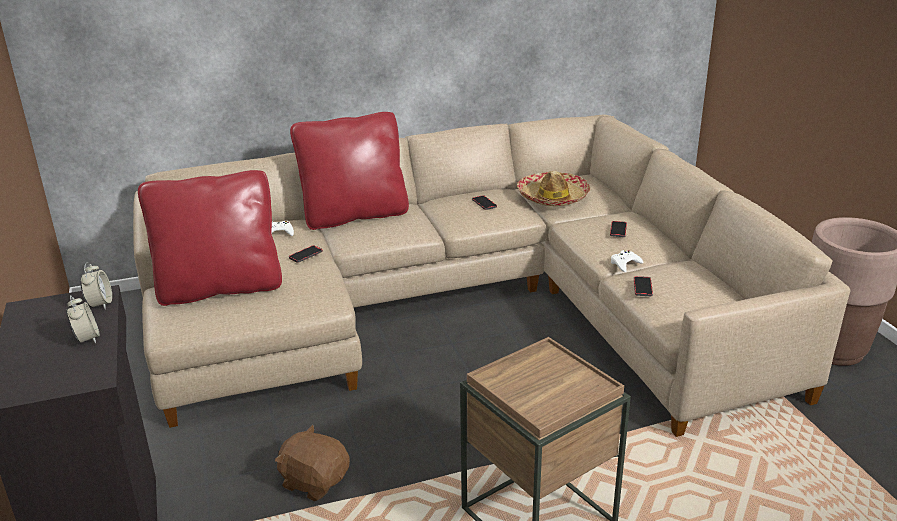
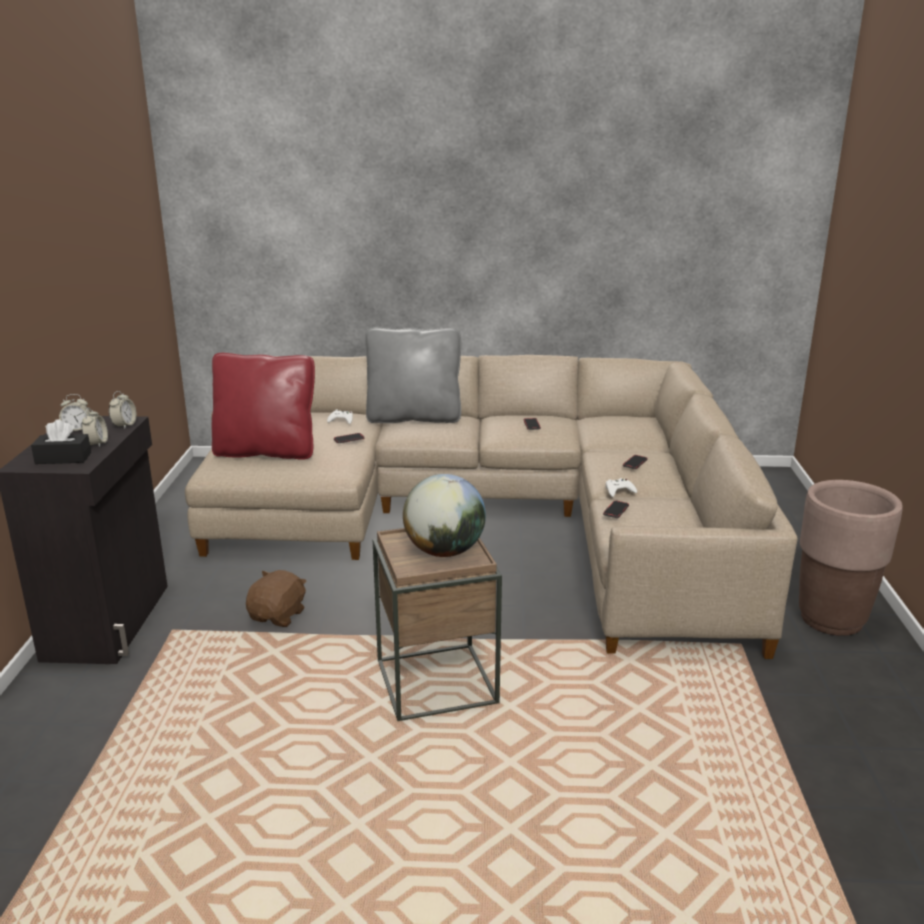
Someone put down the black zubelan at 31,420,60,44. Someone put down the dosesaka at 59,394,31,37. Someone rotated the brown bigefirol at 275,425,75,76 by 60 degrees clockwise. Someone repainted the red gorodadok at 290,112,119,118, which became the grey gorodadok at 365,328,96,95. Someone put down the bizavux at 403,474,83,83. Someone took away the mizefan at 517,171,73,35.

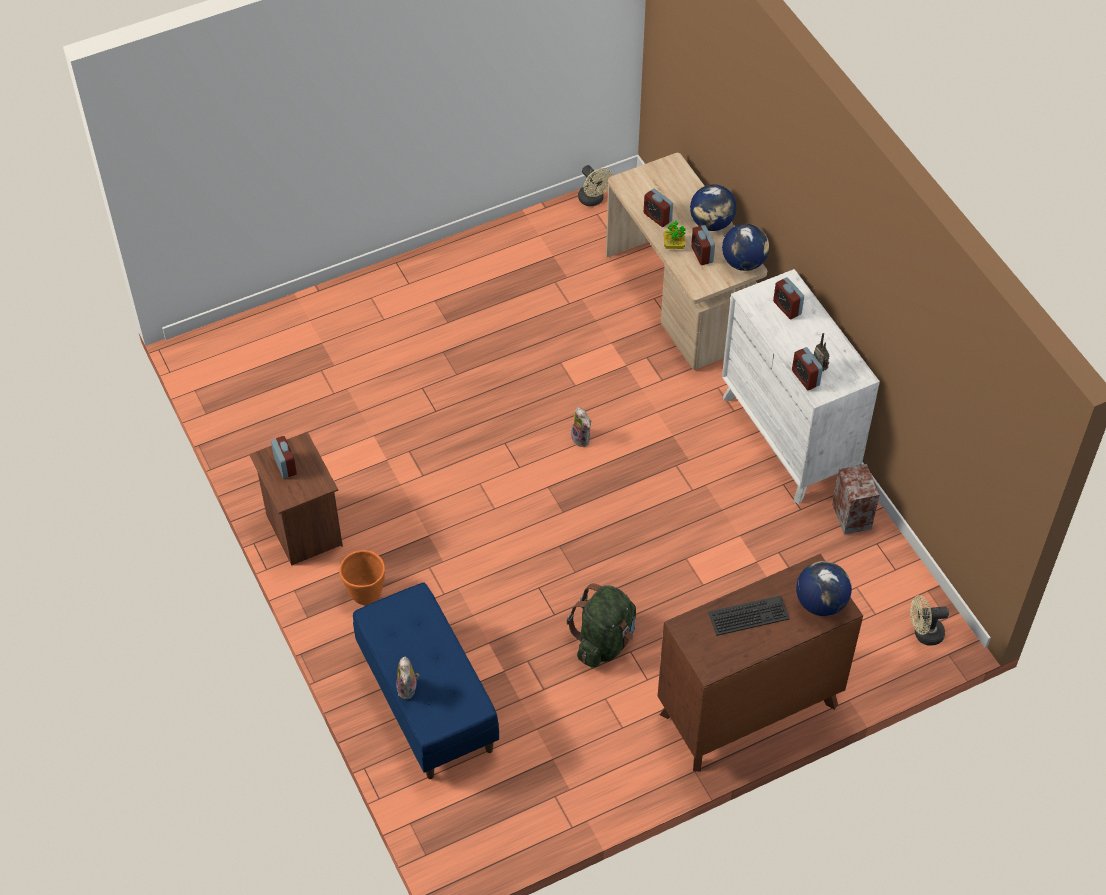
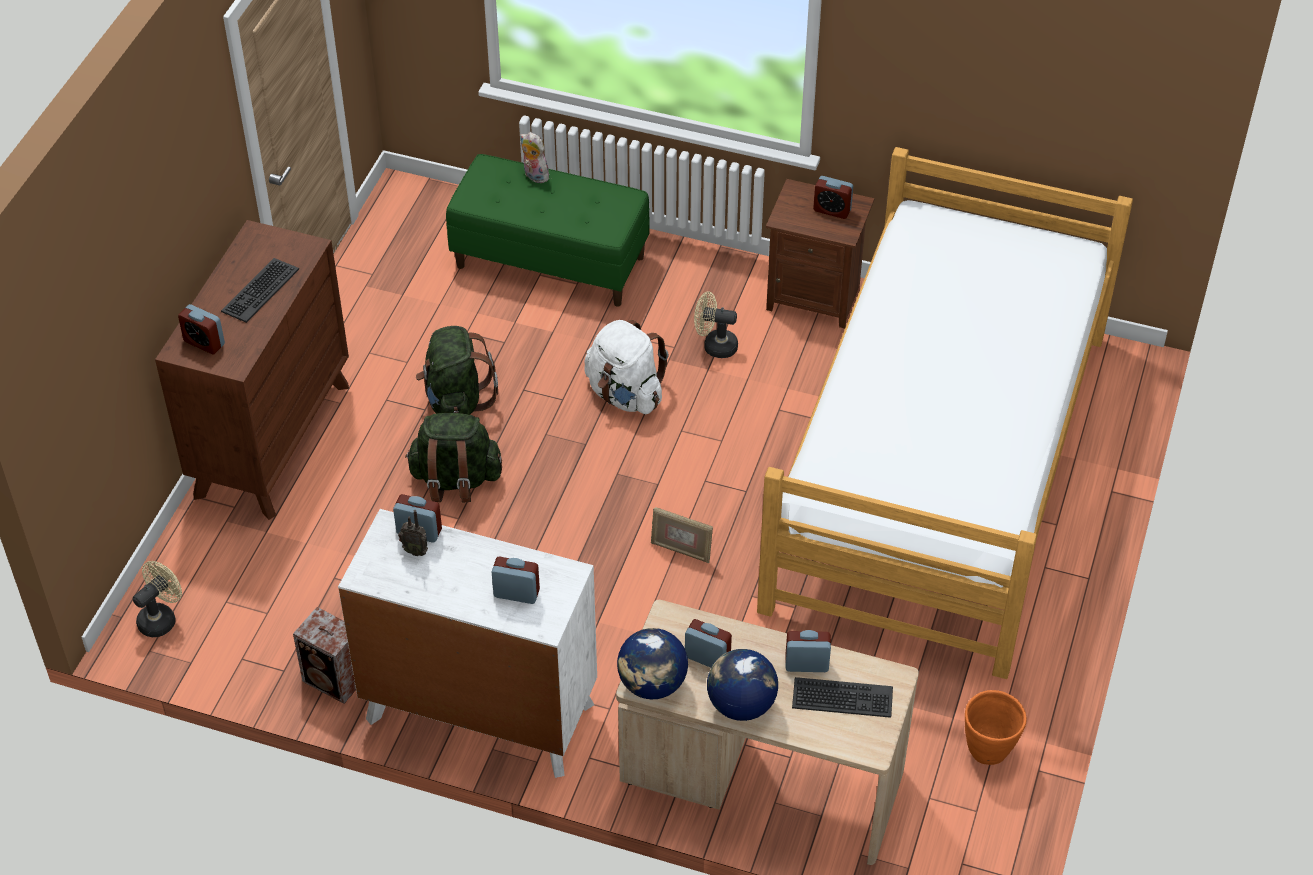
Someone swapped the bizavux at 796,561,56,55 for the dosesaka at 178,304,47,50. Someone put down the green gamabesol at 405,413,97,89. Someone repainted the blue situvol at 353,582,146,197, which became the green situvol at 446,154,204,153. Someone put down the white gamabesol at 584,320,85,94. Someone swapped the bigefirol at 571,407,20,40 for the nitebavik at 651,507,62,56. Someone carried the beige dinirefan from 578,165,35,41 to 694,292,44,66. Someone put down the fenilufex at 757,147,376,532. Someone put down the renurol at 792,677,101,41. Someone carried the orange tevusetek from 339,550,46,55 to 965,690,62,75. Someone took away the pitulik at 664,221,22,28.

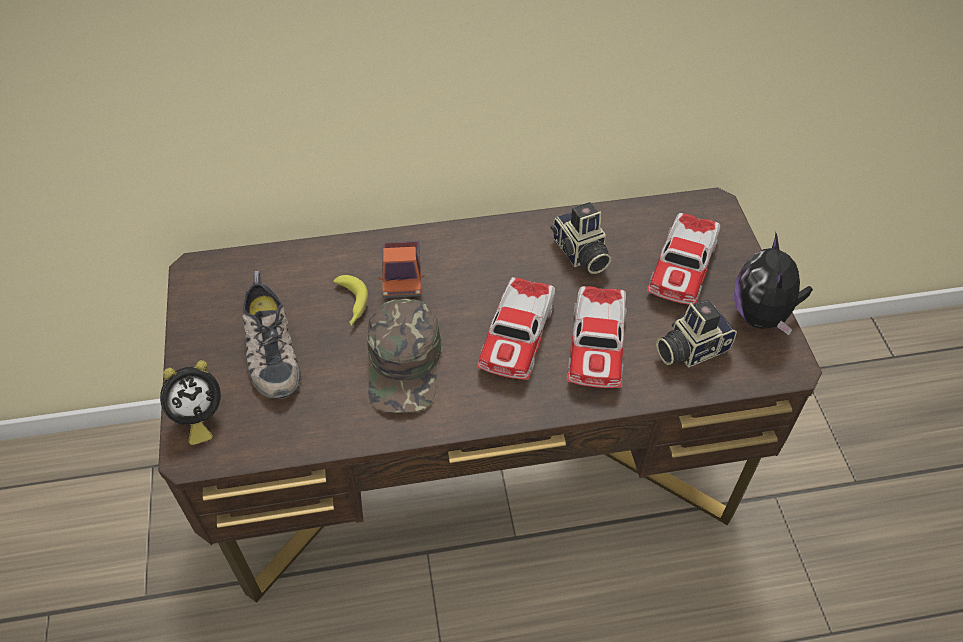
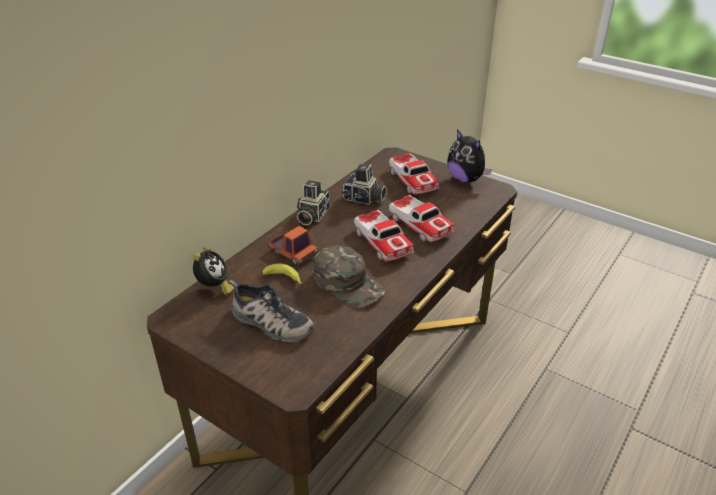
Someone carried the dosesaka from 160,360,61,85 to 193,246,41,49. Someone carried the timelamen from 656,299,81,69 to 297,180,33,45.

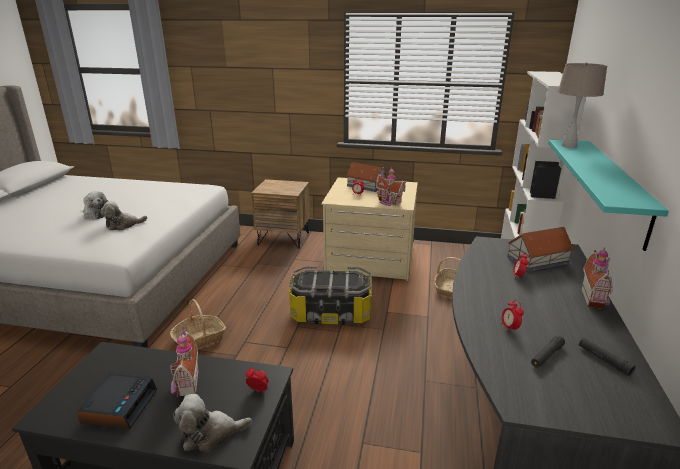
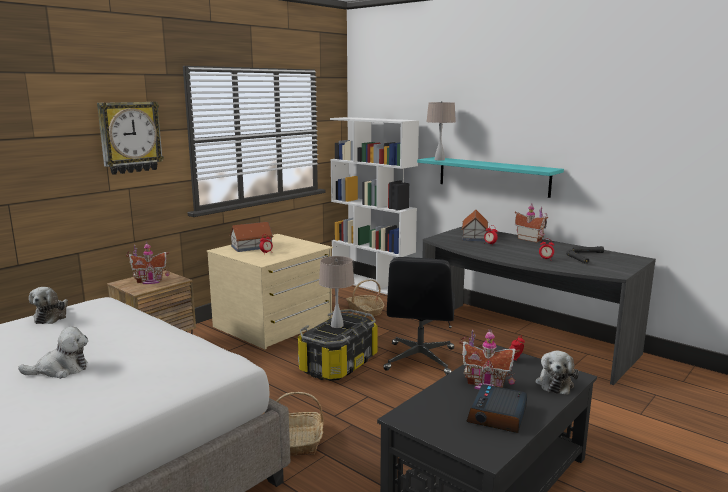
Someone carried the bigefirol from 100,201,47,29 to 29,287,39,37. Someone put up the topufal at 97,102,67,73. Someone carried the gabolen from 376,167,30,39 to 126,242,44,42. Someone put down the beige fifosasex at 319,256,36,72. Someone put down the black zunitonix at 383,257,72,118. Someone rotated the dosesaka at 77,373,80,57 by 105 degrees counterclockwise.

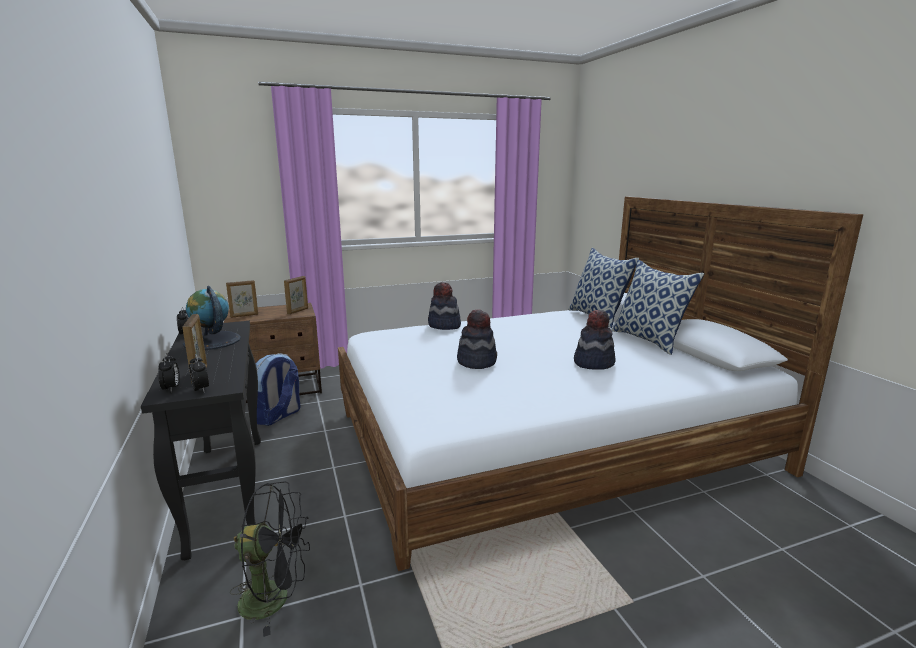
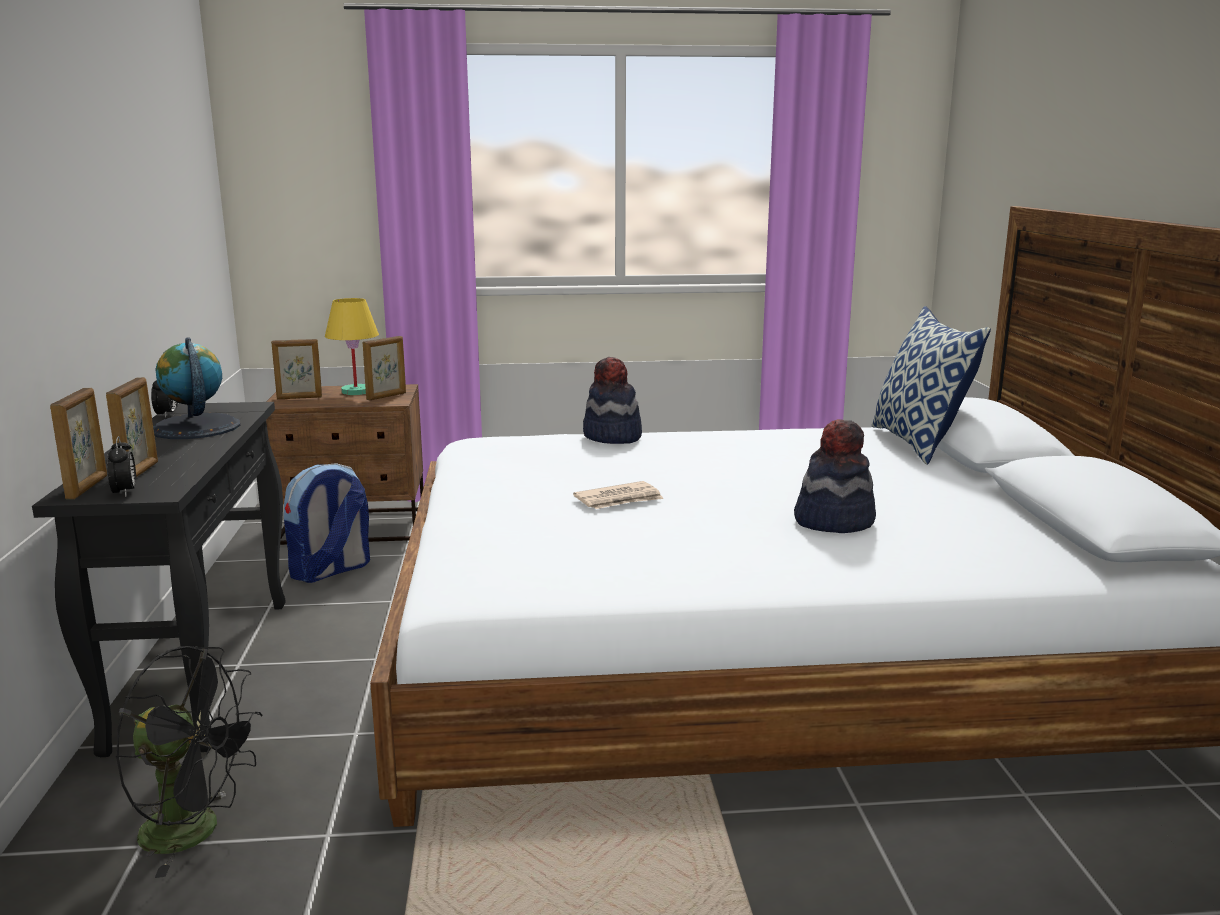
Someone swapped the dosesaka at 158,353,22,39 for the nitebavik at 50,388,57,111. Someone put down the yellow fifosasex at 325,298,54,97. Someone swapped the mizefan at 457,309,40,60 for the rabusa at 573,481,91,28. Someone took away the gorodadok at 611,260,93,95.

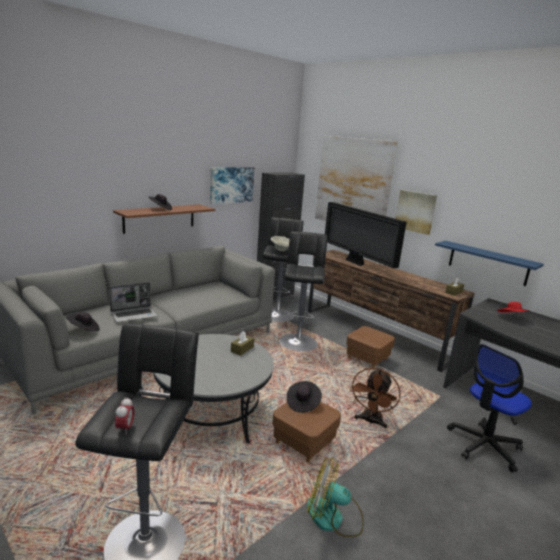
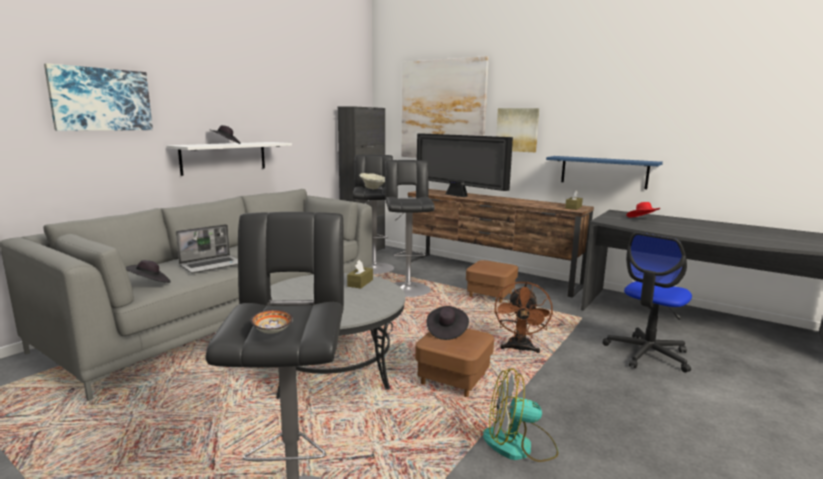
Someone carried the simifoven from 210,167,44,37 to 44,63,109,68. Someone repainted the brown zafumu at 113,204,102,30, which became the white zafumu at 166,142,126,34. Someone swapped the dosesaka at 115,397,20,33 for the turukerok at 250,309,43,25.

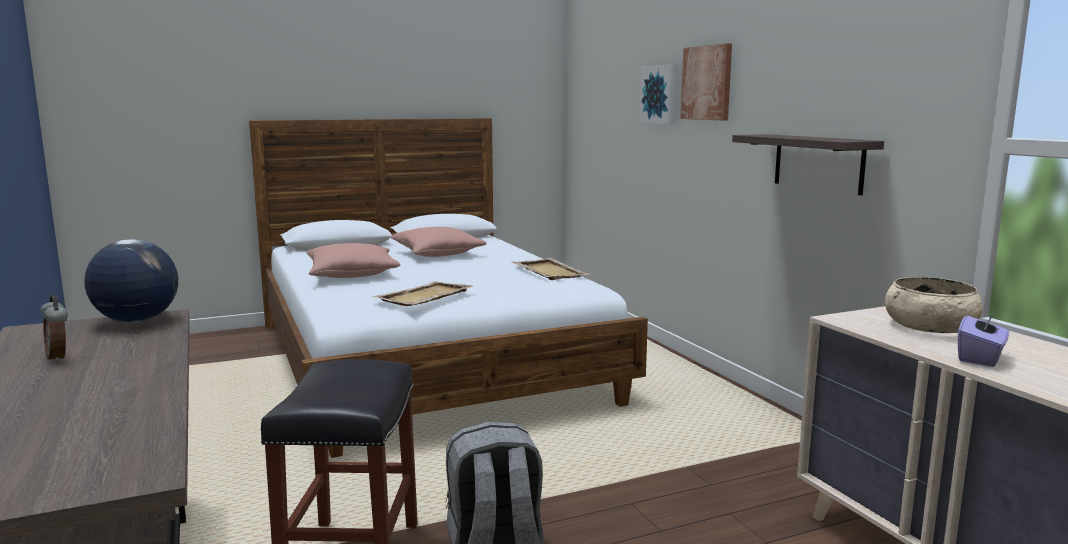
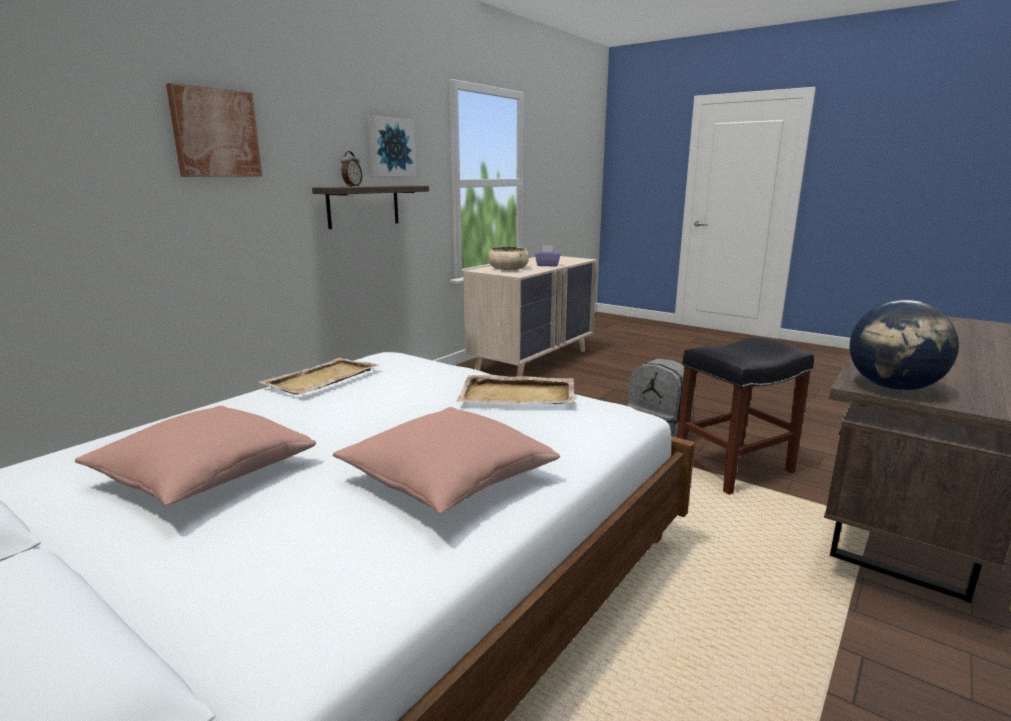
Someone carried the dosesaka from 40,295,28,67 to 341,151,21,36. Someone carried the simifoven from 639,64,39,61 to 368,116,48,60.

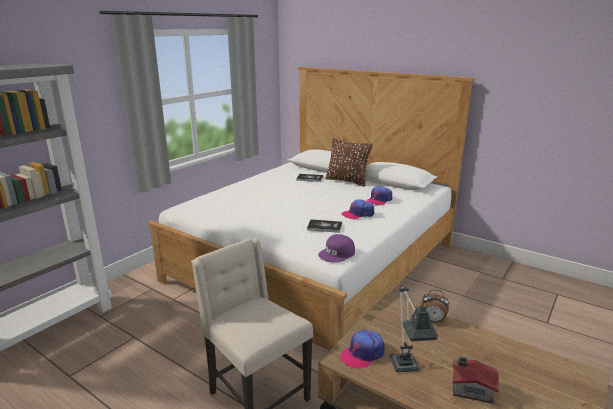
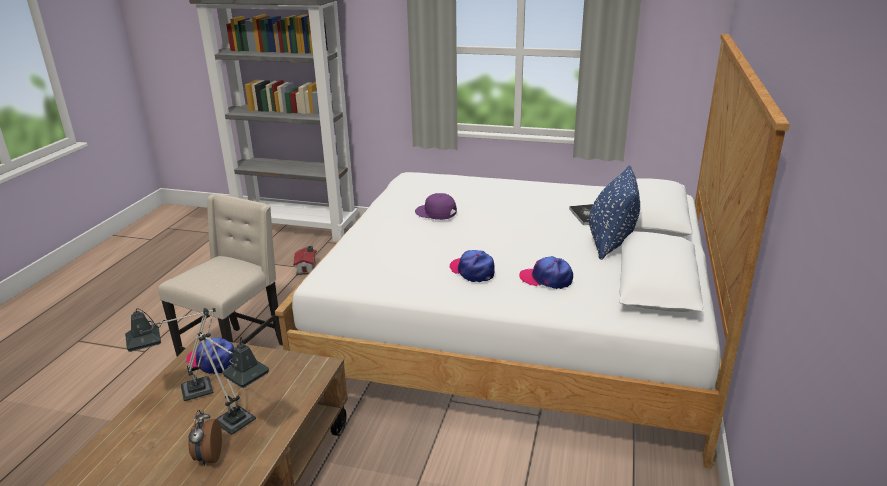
Someone carried the dosesaka from 420,290,29,33 to 188,410,34,56. Someone put down the fifosasex at 198,332,71,103. Someone carried the gabolen from 452,356,47,47 to 293,246,24,29. Someone carried the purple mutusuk from 318,234,37,29 to 415,193,42,27. Someone repainted the brown gorodadok at 325,138,48,49, which became the blue gorodadok at 589,165,51,95. Someone took away the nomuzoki at 307,219,35,14.

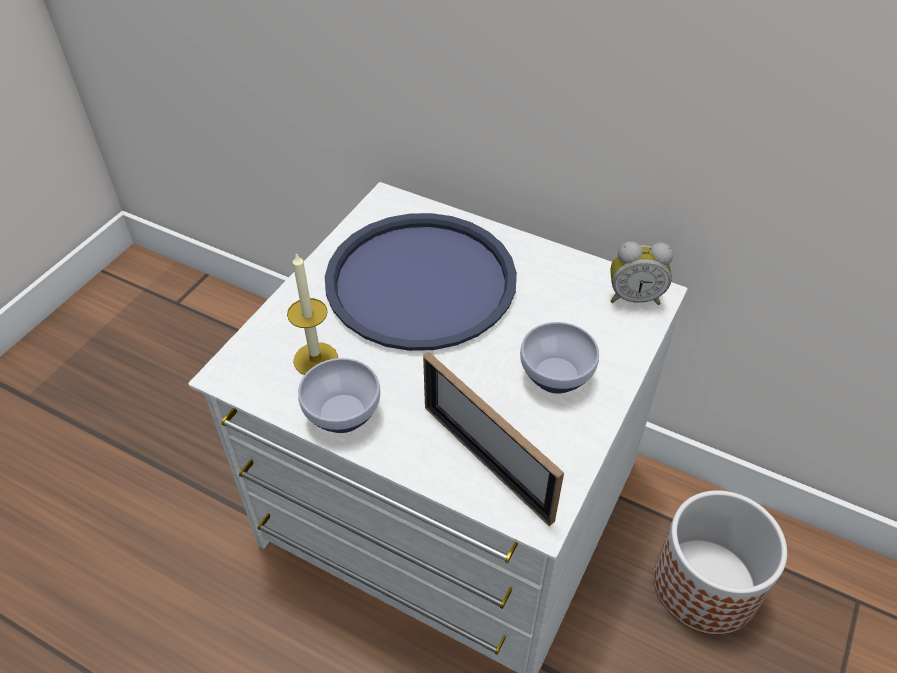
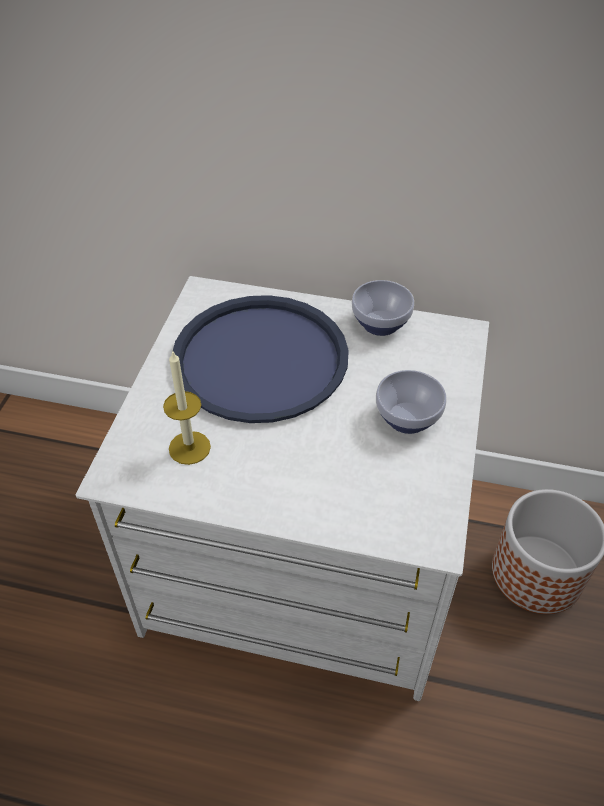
Someone carried the turukerok from 298,358,83,75 to 352,280,62,56. Someone took away the nitebavik at 423,352,141,174. Someone took away the dosesaka at 610,242,63,63.

